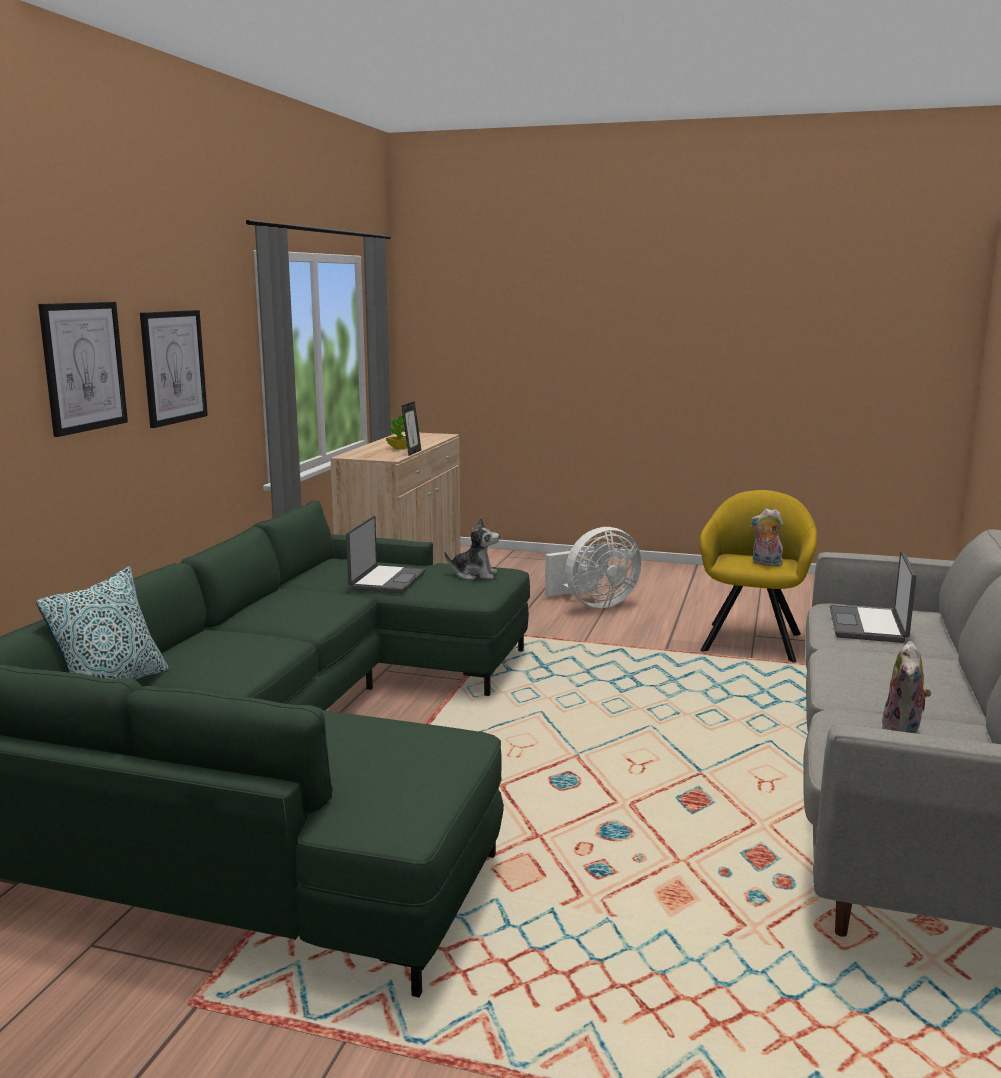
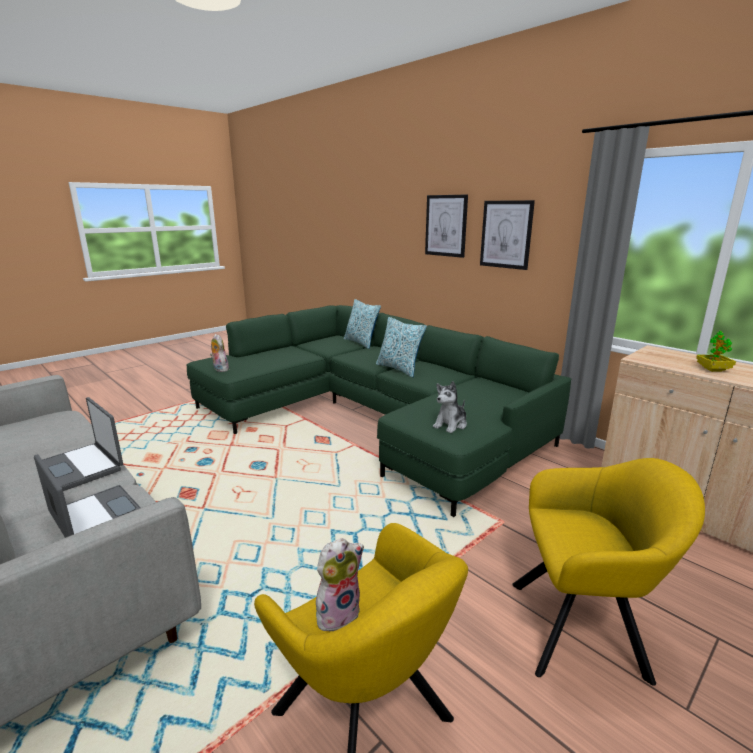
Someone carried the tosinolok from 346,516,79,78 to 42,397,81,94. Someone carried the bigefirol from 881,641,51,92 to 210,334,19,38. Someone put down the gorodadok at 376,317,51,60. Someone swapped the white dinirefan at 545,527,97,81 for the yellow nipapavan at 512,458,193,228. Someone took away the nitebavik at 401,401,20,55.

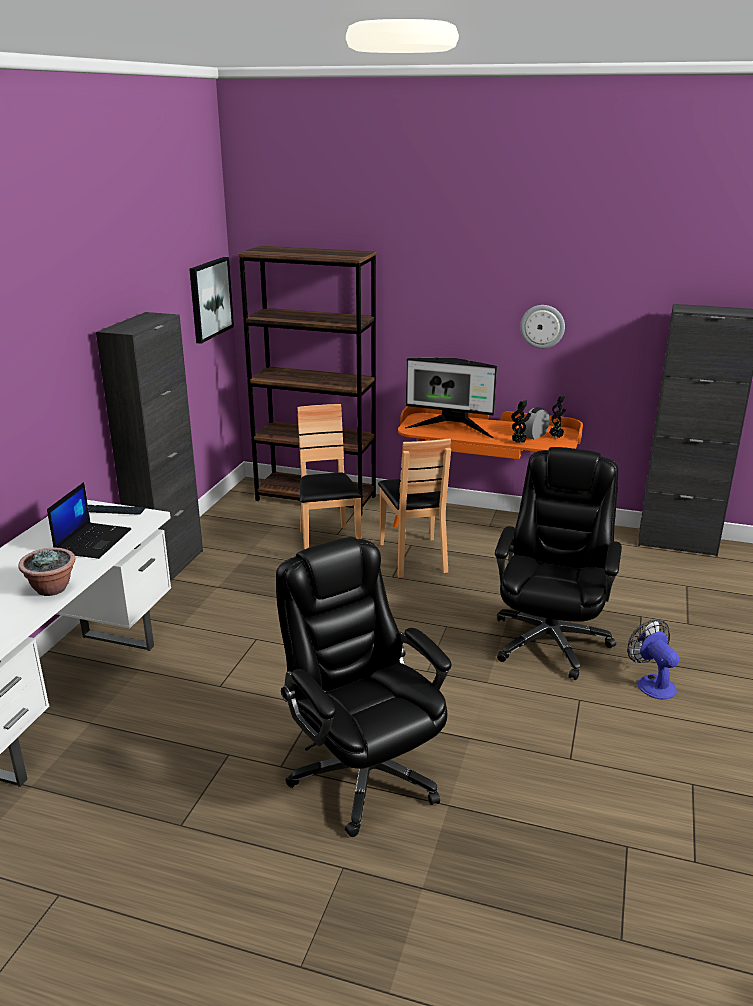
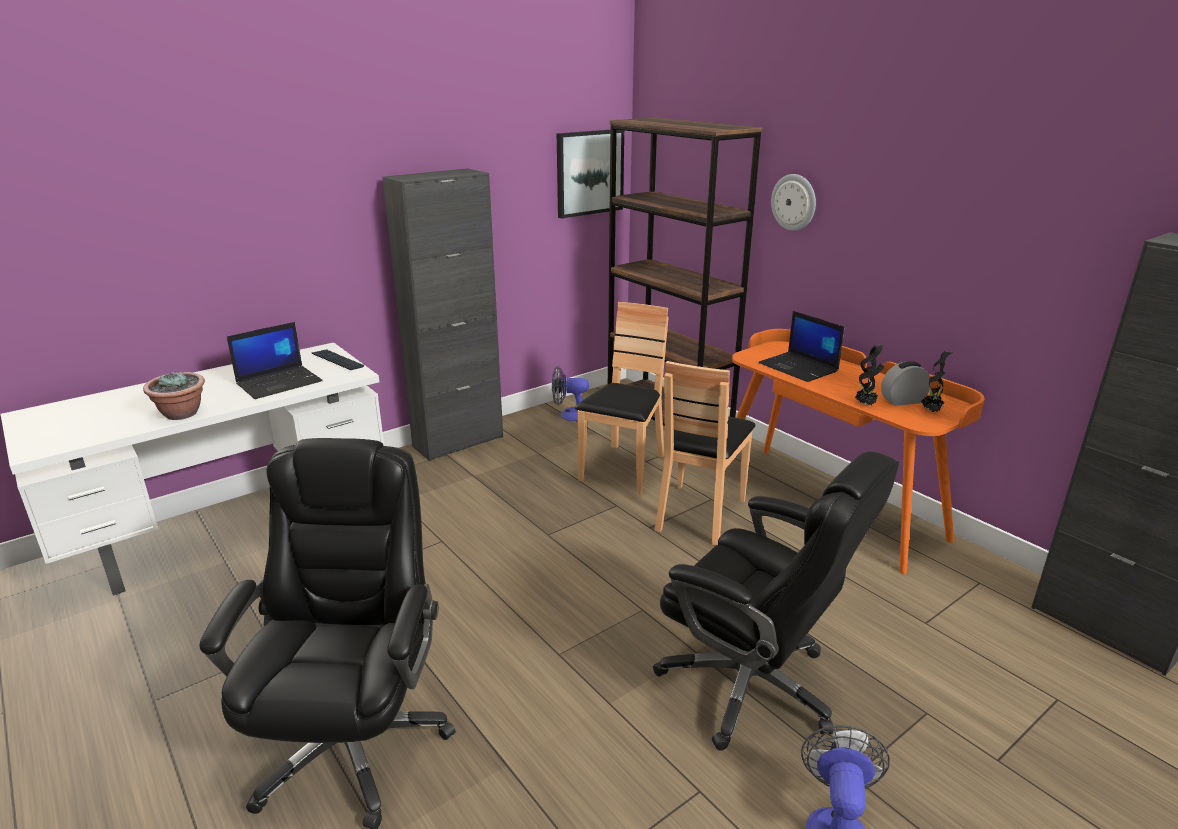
Someone put down the dinirefan at 552,366,37,55. Someone rotated the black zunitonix at 495,447,127,233 by 75 degrees clockwise. Someone swapped the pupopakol at 405,358,92,80 for the tosinolok at 758,311,86,71. Someone carried the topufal from 520,305,45,44 to 771,174,45,57.

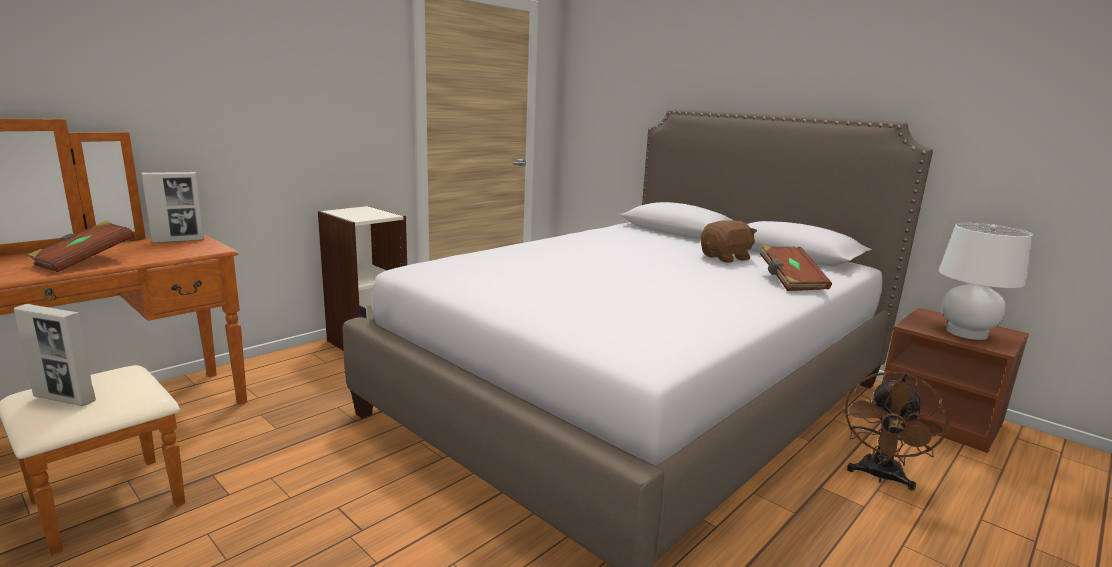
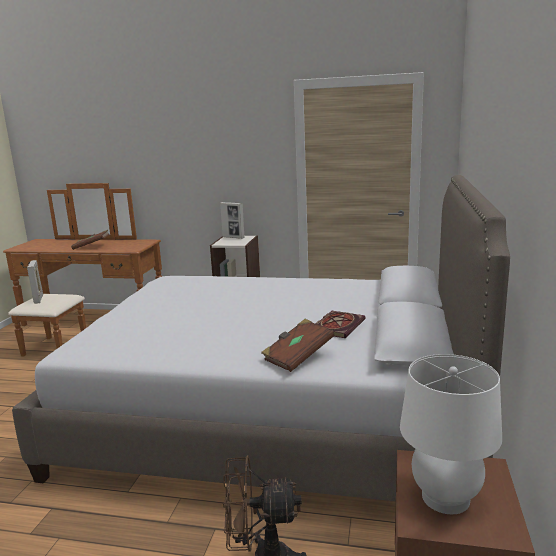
Someone carried the nitebavik from 141,172,63,71 to 220,202,25,37. Someone swapped the brown bigefirol at 701,220,56,43 for the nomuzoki at 315,311,50,27.

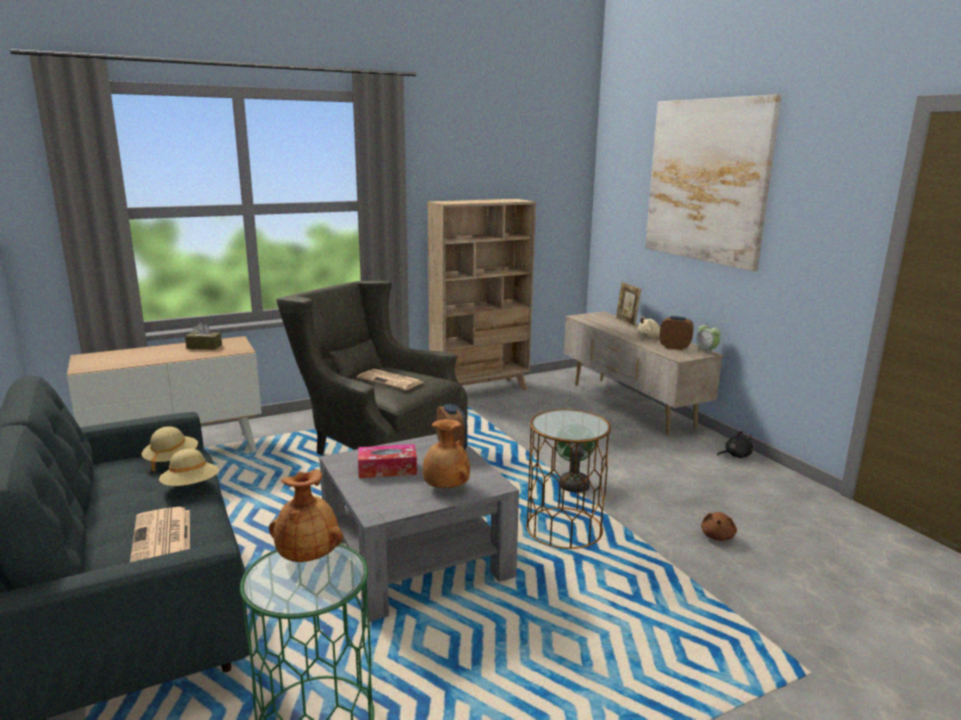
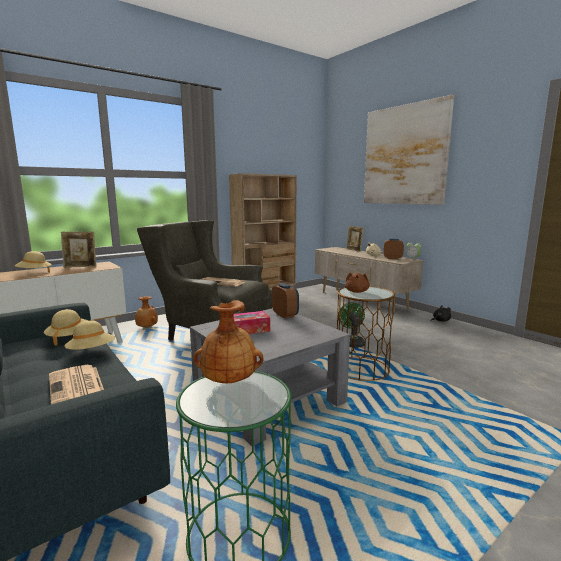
Someone put down the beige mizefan at 14,251,38,22. Someone swapped the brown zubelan at 185,323,37,27 for the nitebavik at 61,232,35,36. Someone carried the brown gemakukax from 423,419,47,69 to 135,296,23,32. Someone carried the brown bigefirol from 701,512,36,29 to 345,272,25,21.

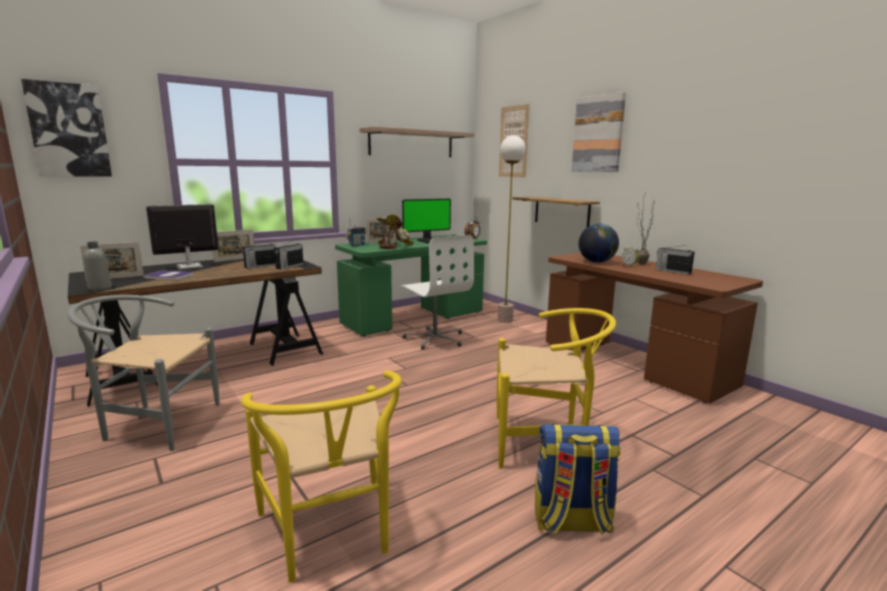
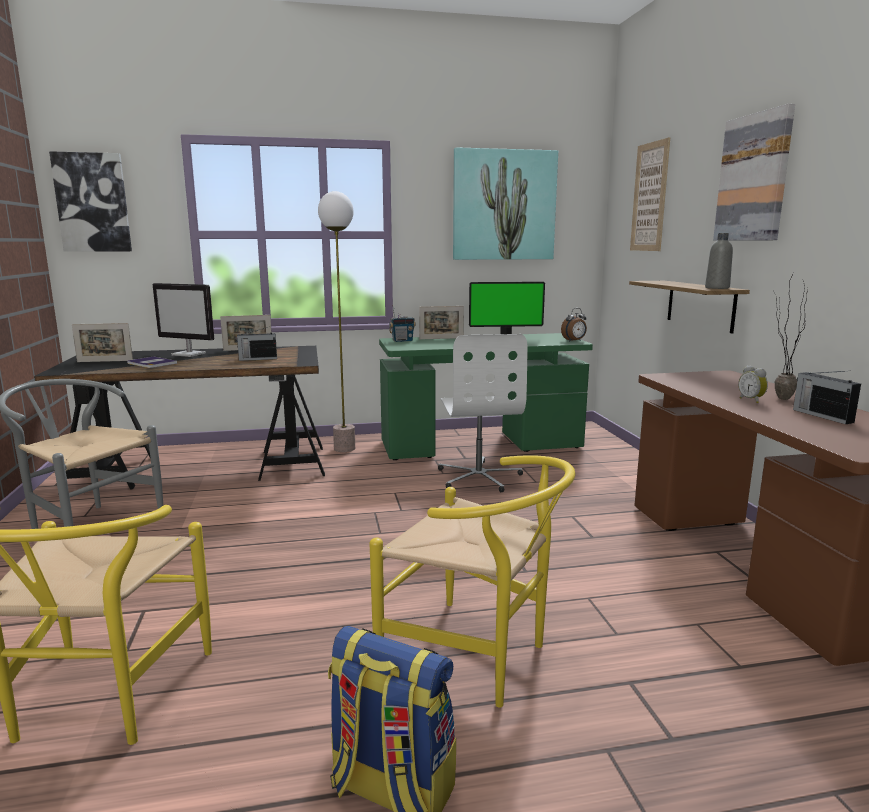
Someone rotated the pupopakol at 146,204,73,65 by 150 degrees counterclockwise. Someone carried the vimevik from 497,135,29,188 to 318,191,37,261. Someone swapped the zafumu at 359,127,116,30 for the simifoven at 453,147,105,113. Someone carried the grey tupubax from 84,242,28,49 to 705,233,28,56. Someone took away the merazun at 275,239,28,30. Someone took away the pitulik at 376,215,38,34. Someone took away the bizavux at 578,224,41,39.

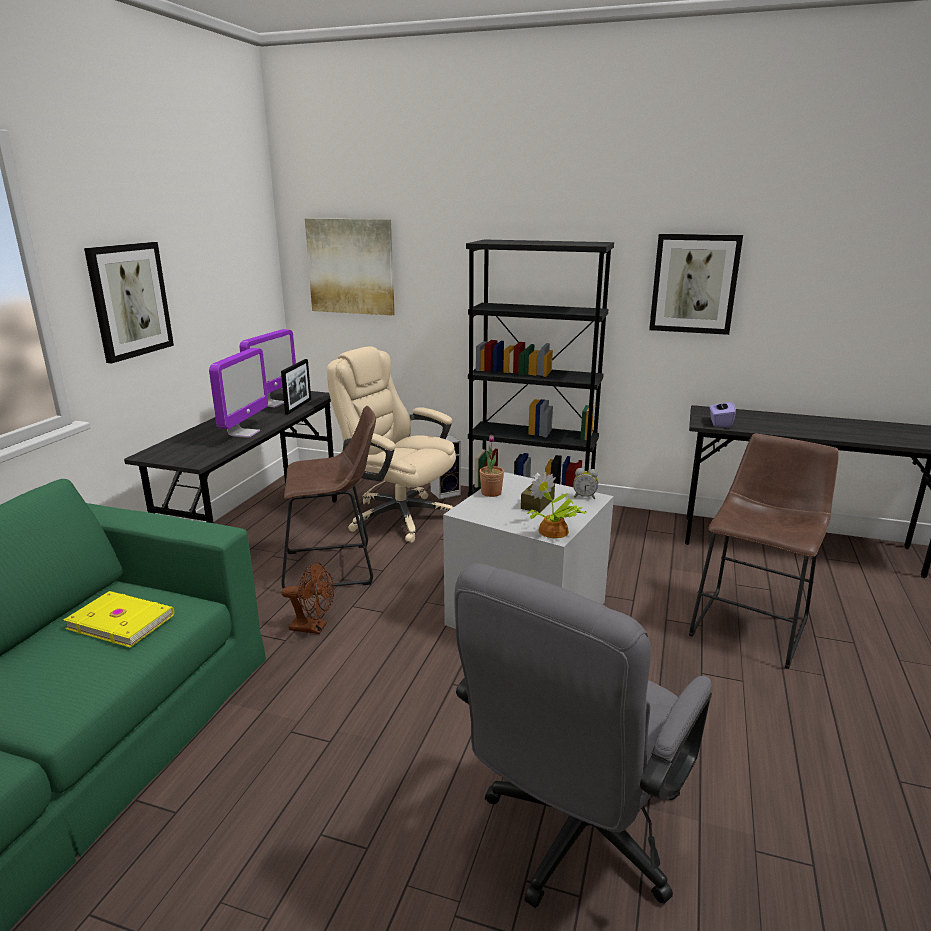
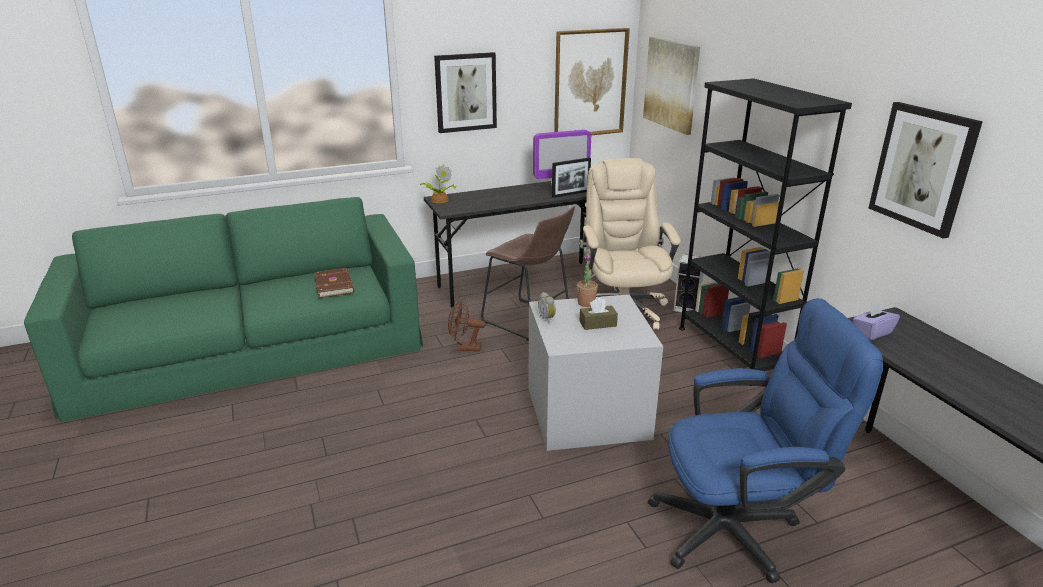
Someone repainted the yellow nomuzoki at 64,591,110,56, which became the brown nomuzoki at 314,268,40,30. Someone carried the pitulik from 528,472,59,66 to 419,165,37,38. Someone rotated the brown dinirefan at 281,562,53,72 by 120 degrees clockwise. Someone carried the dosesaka from 573,468,25,31 to 538,292,18,31. Someone put up the simifoven at 554,28,76,107. Someone swapped the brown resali at 689,434,150,235 for the blue zunitonix at 648,298,235,285. Someone took away the pupopakol at 209,348,59,90. Someone took away the grey zunitonix at 455,563,257,345.

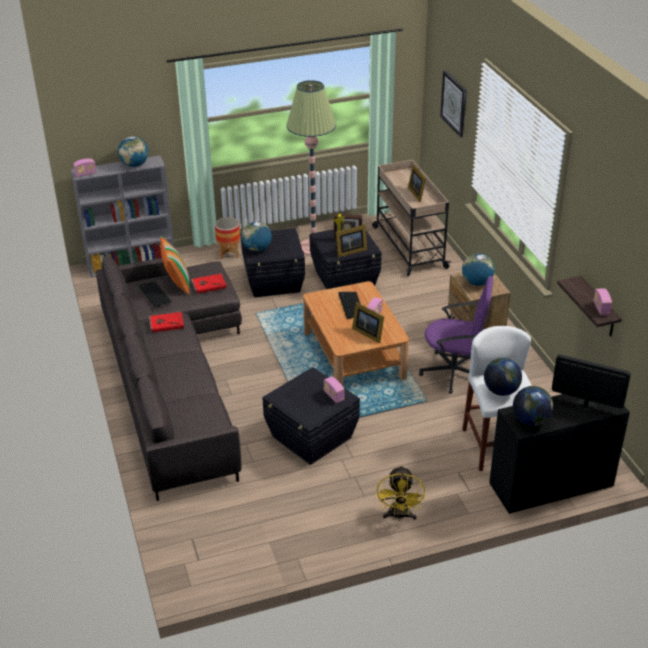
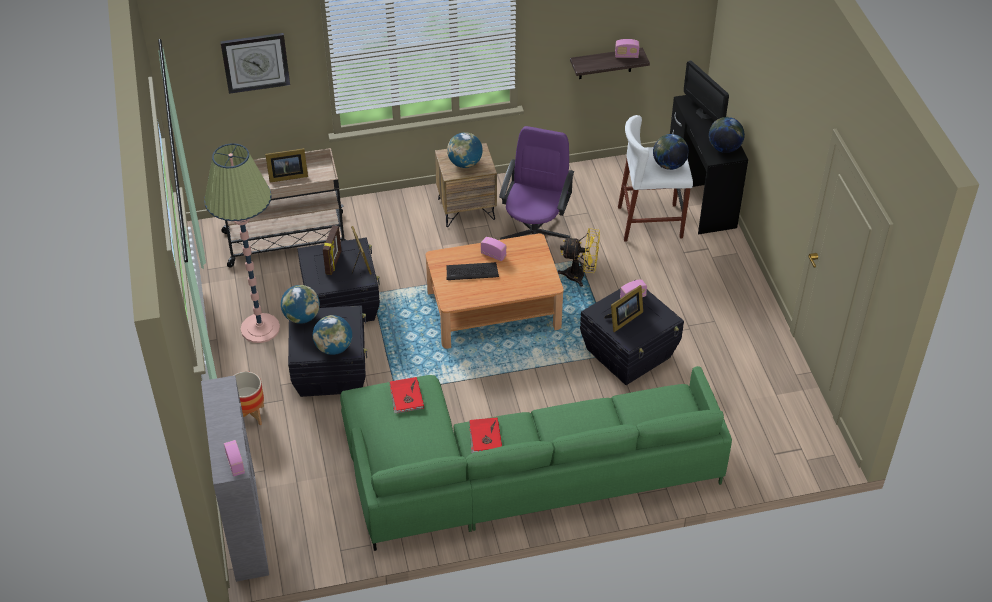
Someone carried the bizavux from 118,136,31,31 to 281,285,39,39. Someone repainted the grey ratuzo at 96,256,146,245, which became the green ratuzo at 340,366,392,185. Someone carried the yellow dinirefan from 377,465,48,56 to 558,228,42,59. Someone carried the nitebavik from 352,302,32,41 to 604,285,39,47. Someone rotated the pupopakol at 552,355,79,58 by 60 degrees counterclockwise. Someone took away the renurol at 138,281,34,27. Someone took away the gorodadok at 160,236,29,59.

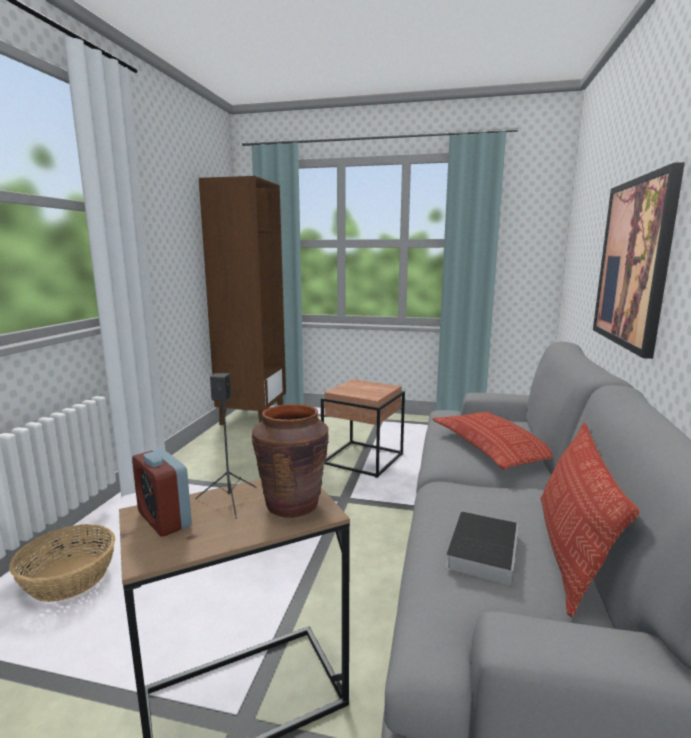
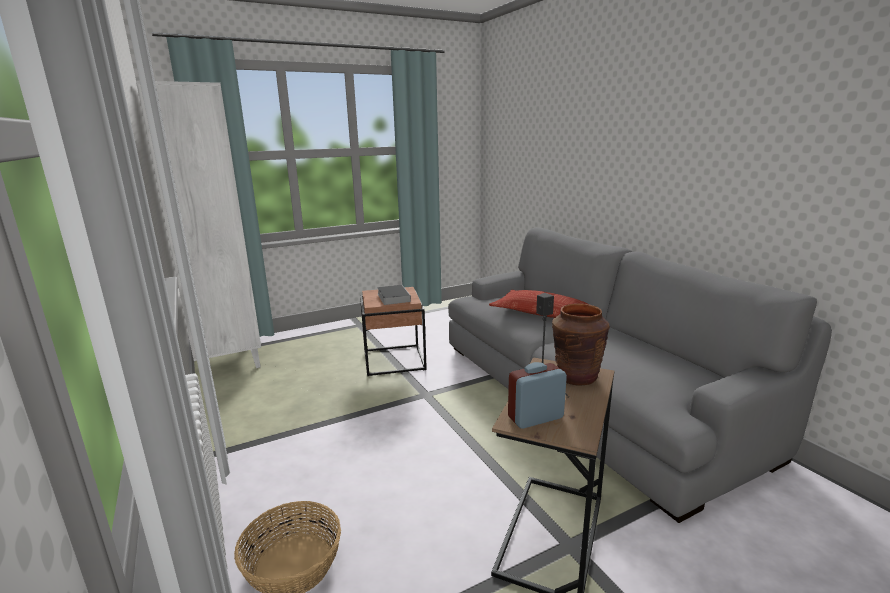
Someone repainted the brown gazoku at 199,176,87,249, which became the white gazoku at 136,81,125,287. Someone carried the nomuzoki from 446,512,73,74 to 377,285,34,20. Someone rotated the dosesaka at 132,448,60,89 by 150 degrees clockwise. Someone took away the gorodadok at 541,423,98,194. Someone took away the simifoven at 593,162,92,197.

